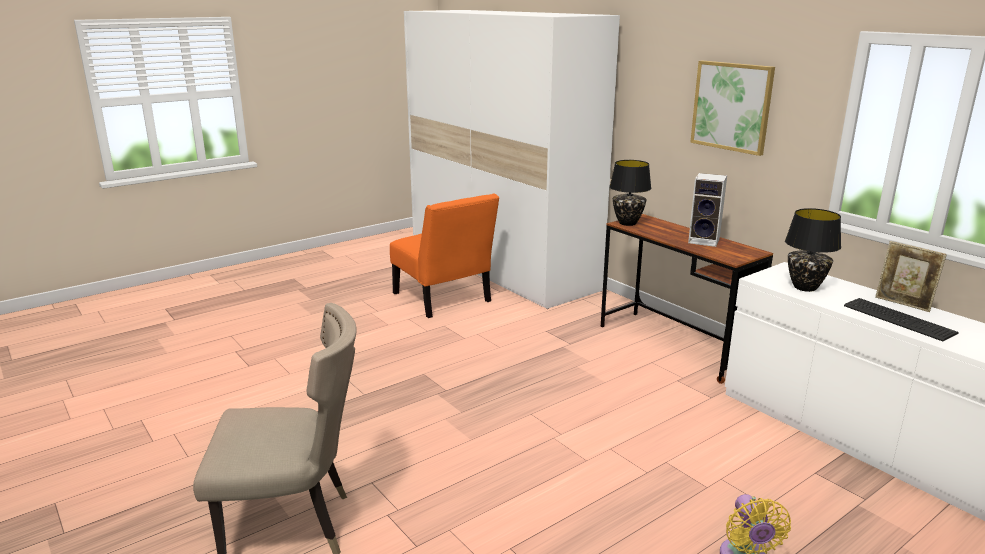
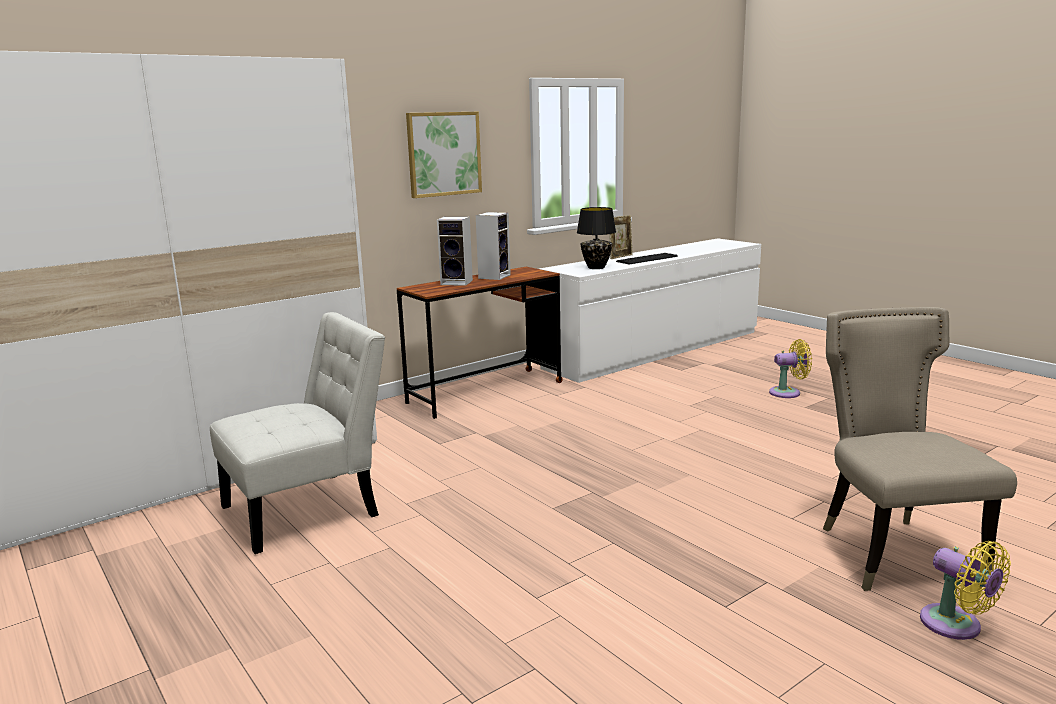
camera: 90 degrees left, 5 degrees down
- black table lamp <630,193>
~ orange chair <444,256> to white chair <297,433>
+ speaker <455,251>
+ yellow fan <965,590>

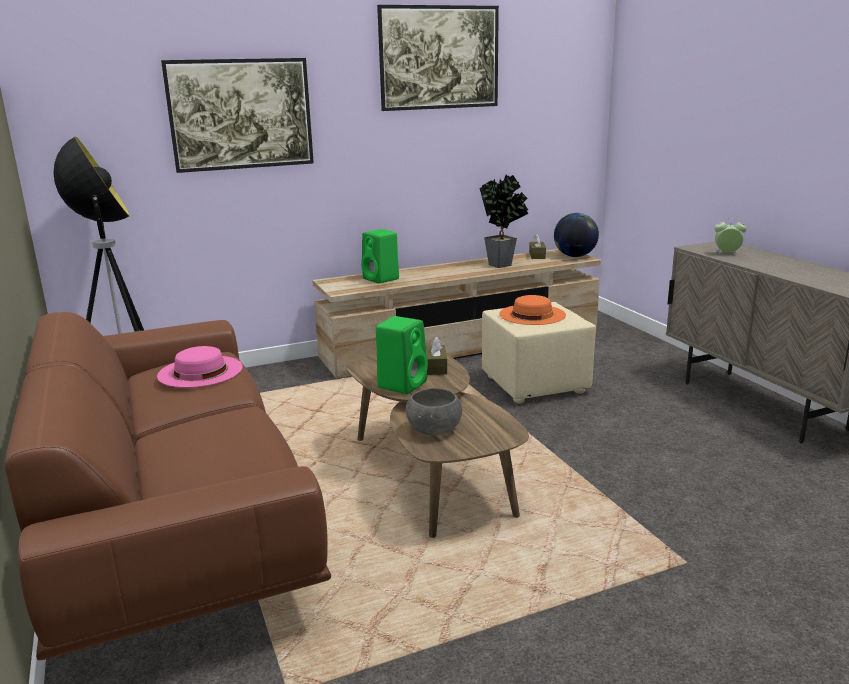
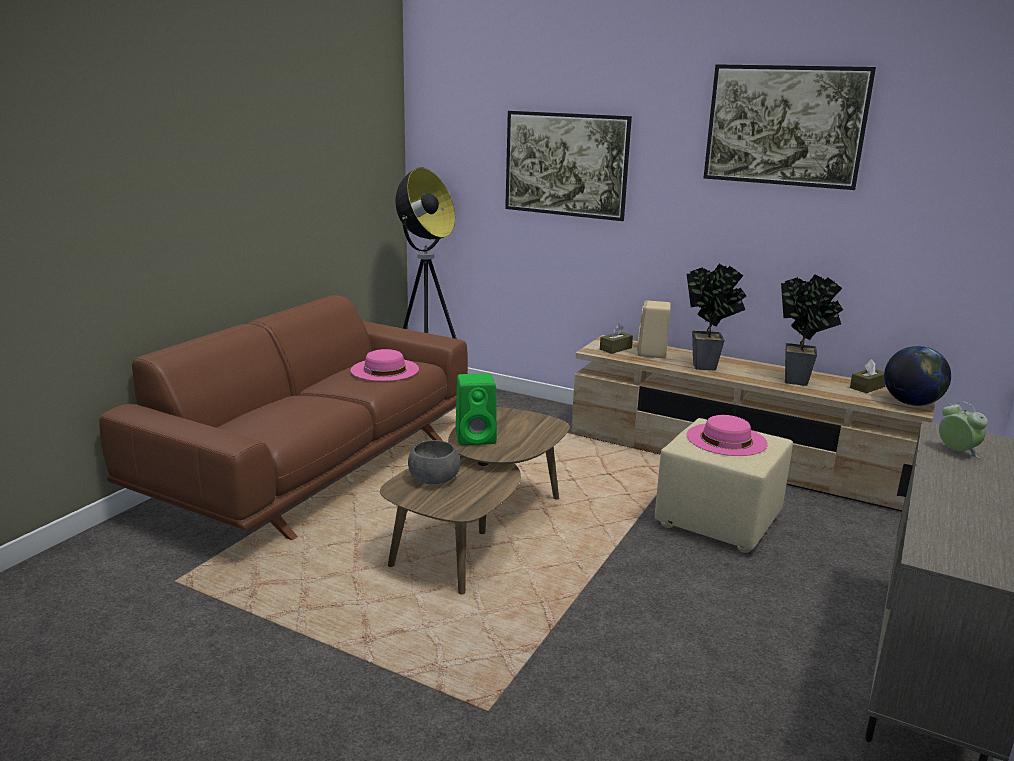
camera: 50 degrees right, 0 degrees up
~ green speaker <380,256> to beige speaker <654,329>
~ orange hat <532,310> to pink hat <727,435>
~ brown tissue box <436,356> to <616,339>
+ potted plant <716,317>

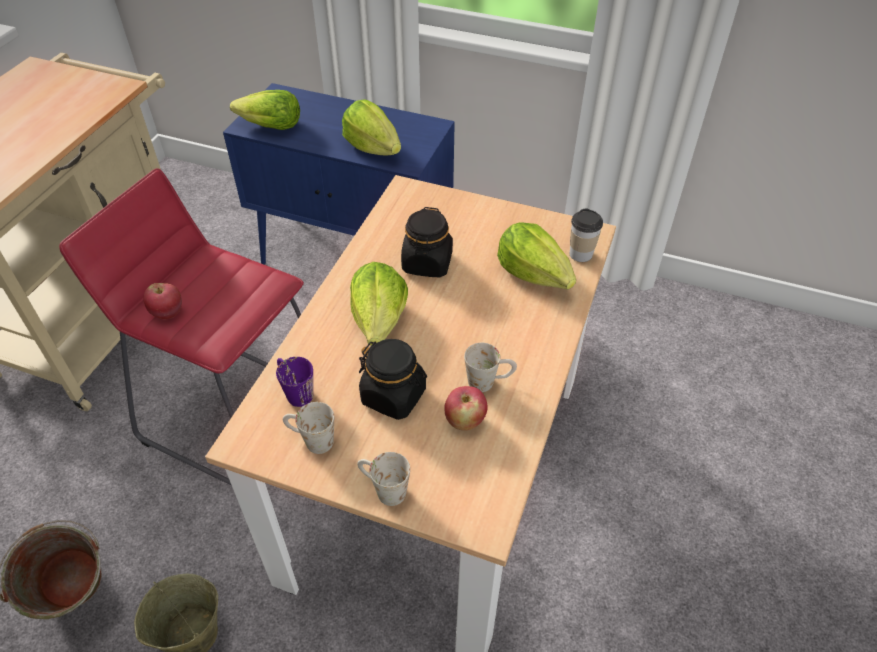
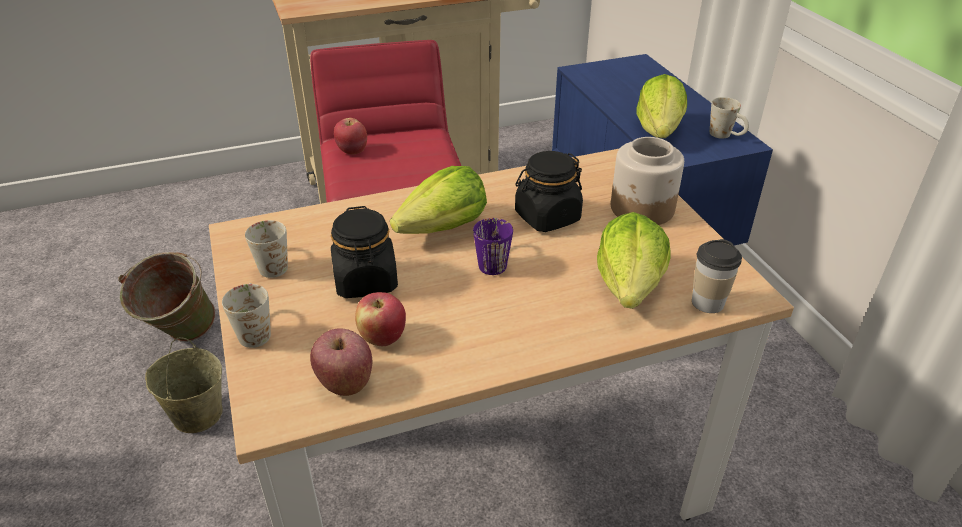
camera: 50 degrees right, 10 degrees down
- lettuce <265,110>
~ white mug <490,367> to <729,118>
~ purple mug <294,382> to <493,246>
+ jar <647,181>
+ apple <341,362>

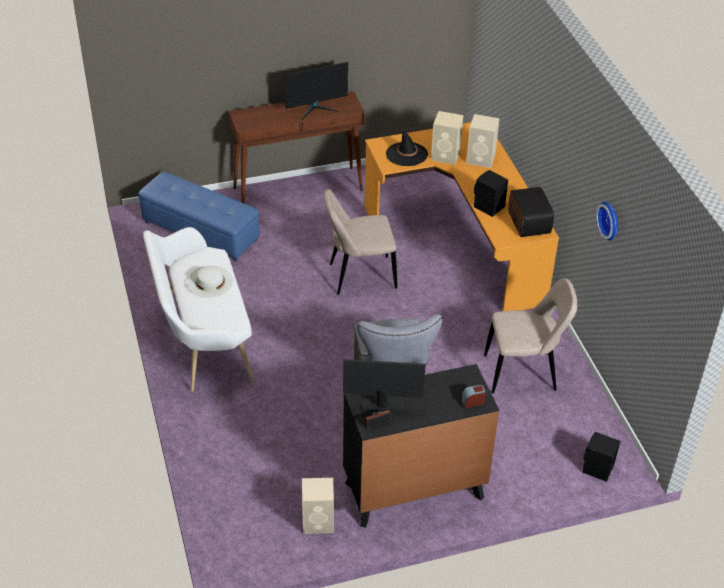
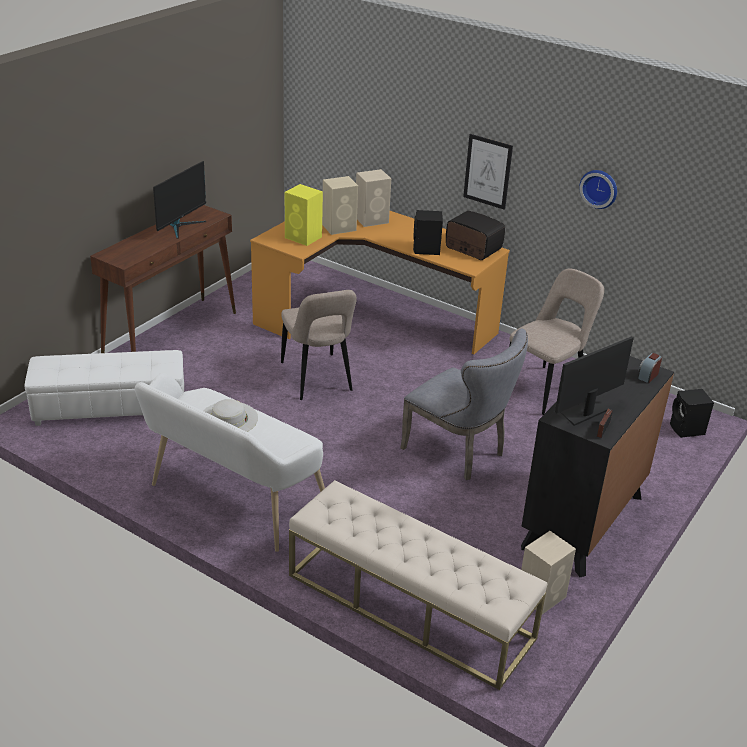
camera: 40 degrees left, 10 degrees down
~ black hat <407,147> to yellow speaker <304,215>
~ blue ottoman <199,216> to white ottoman <104,388>
~ beige chair <360,242> = <319,345> 60 degrees counterclockwise
+ picture <488,172>
+ beige bench <418,585>

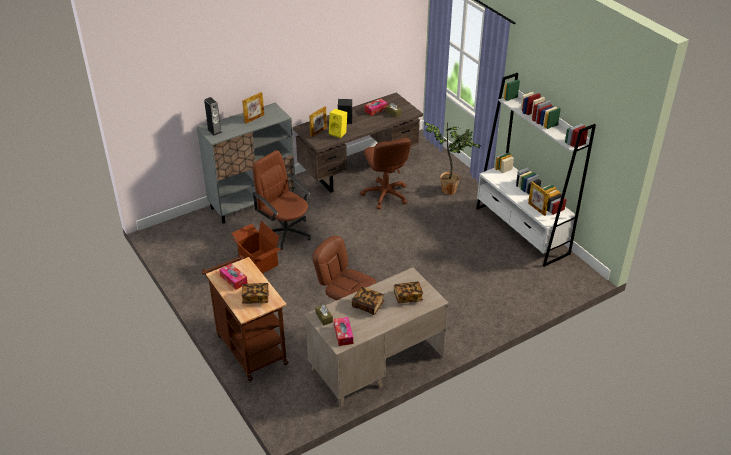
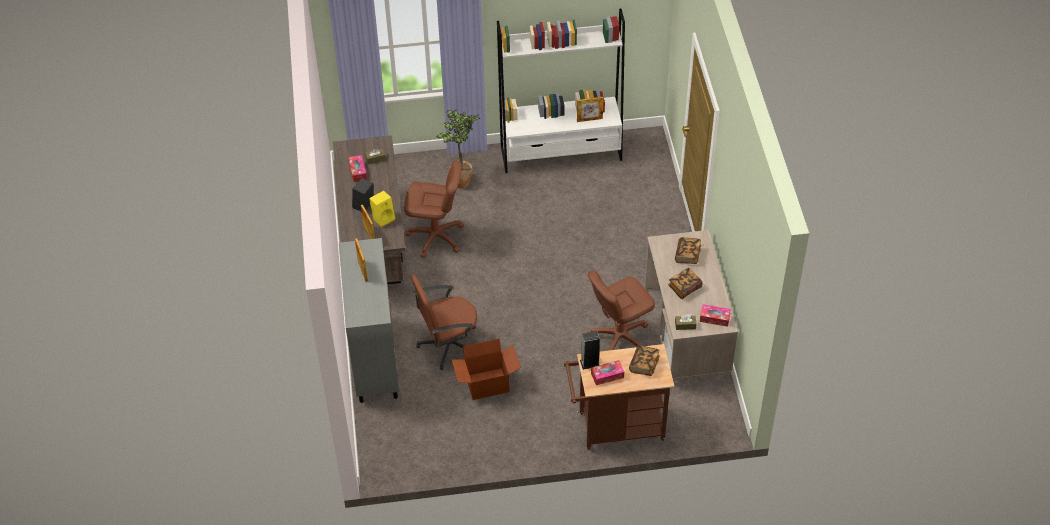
camera: 65 degrees left, 10 degrees up
~ speaker <213,116> to <590,350>

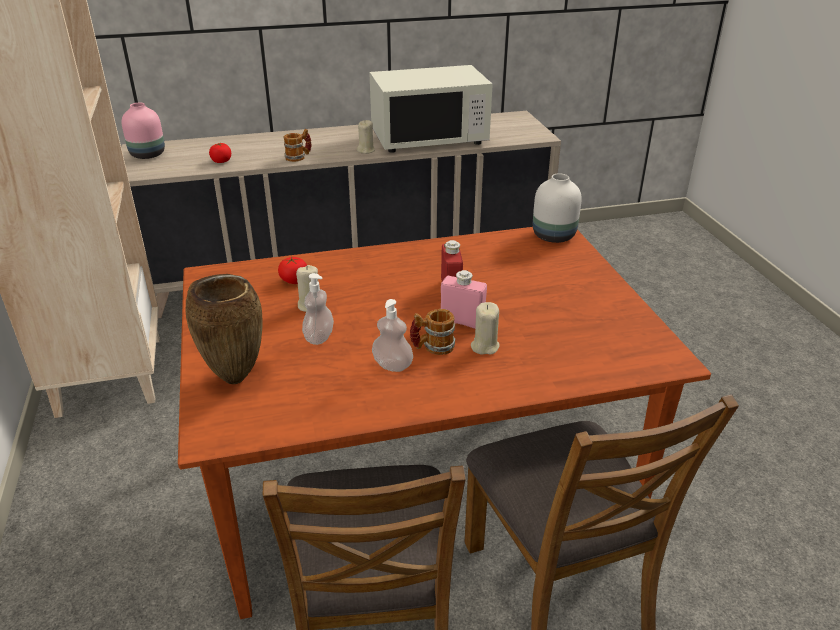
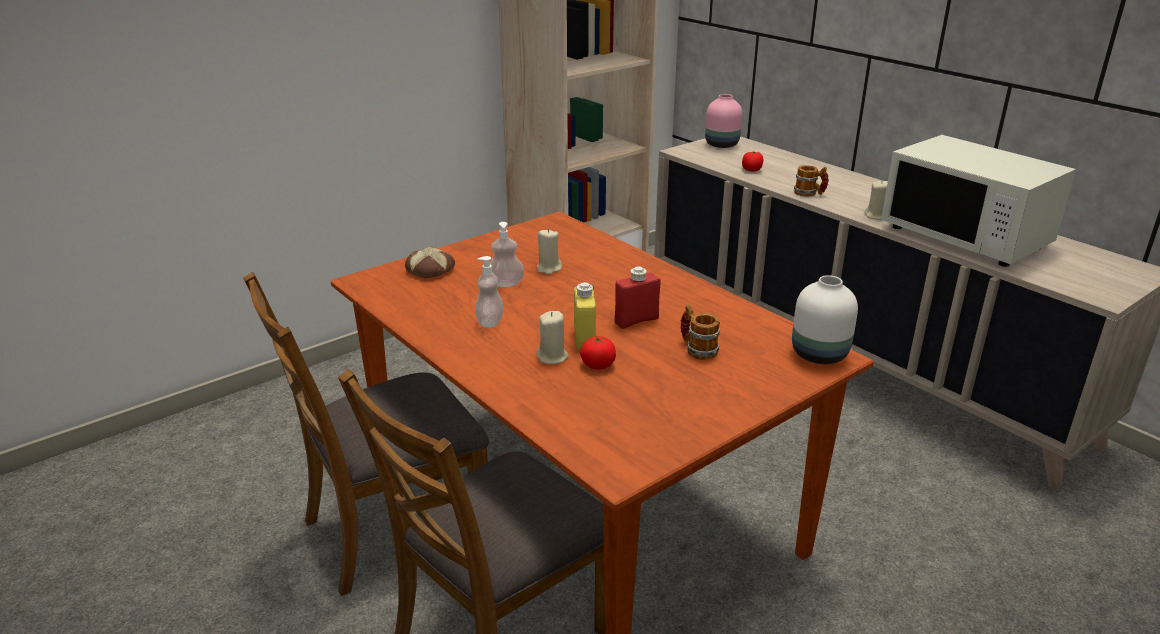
camera: 65 degrees right, 5 degrees down
~ tomato <292,270> to <598,353>
~ pink bottle <464,299> to yellow bottle <585,316>
~ brown vase <223,329> to bread <430,262>
~ mug <433,332> to <700,332>

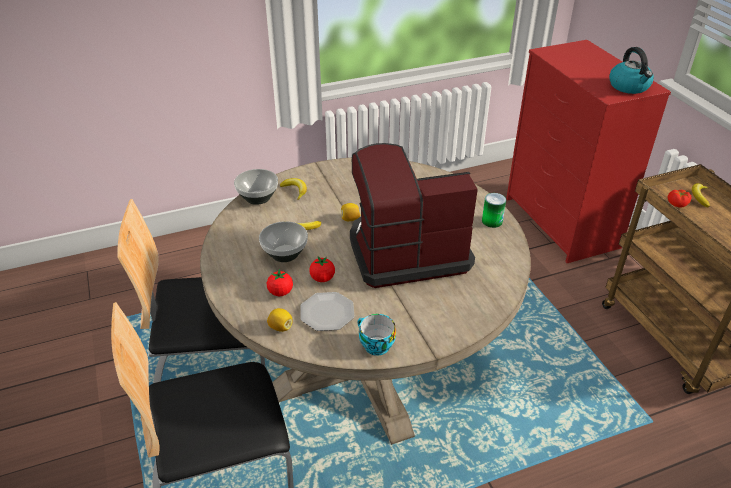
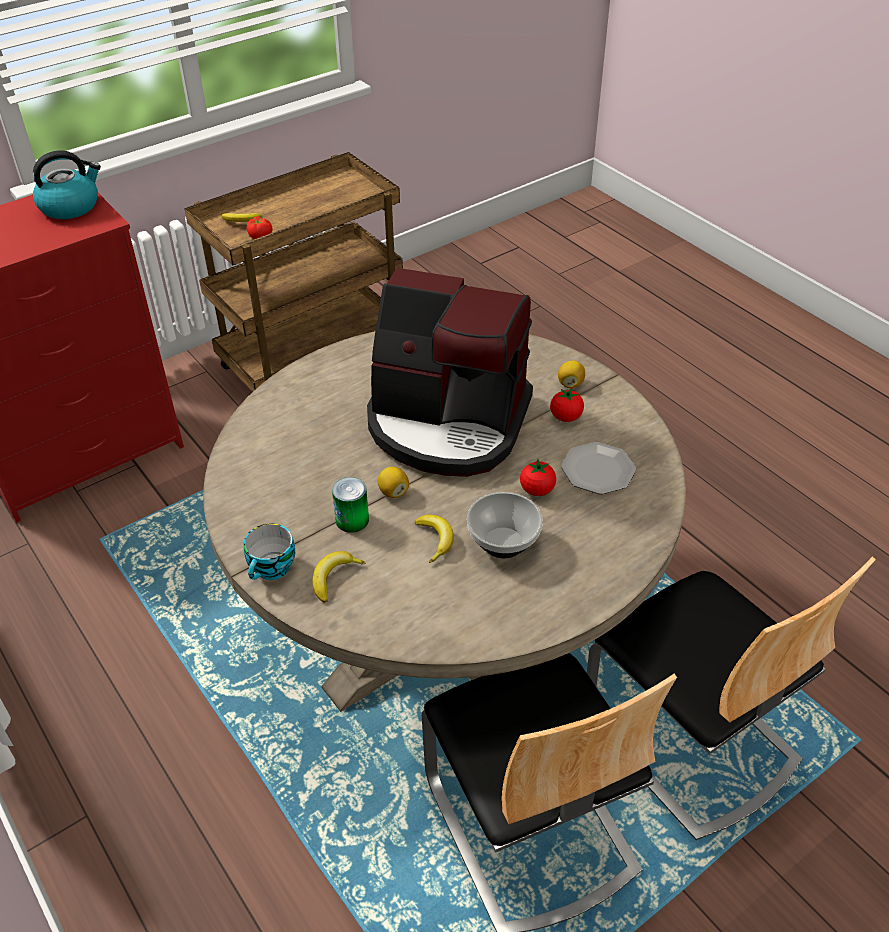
camera: 105 degrees left, 5 degrees up
~ coffee machine <414,215> = <450,372> 45 degrees counterclockwise
- bowl <256,187>
~ can <494,210> to <350,505>
~ tomato <280,282> to <567,405>
~ lemon <280,320> to <571,374>
~ cup <377,335> to <269,551>

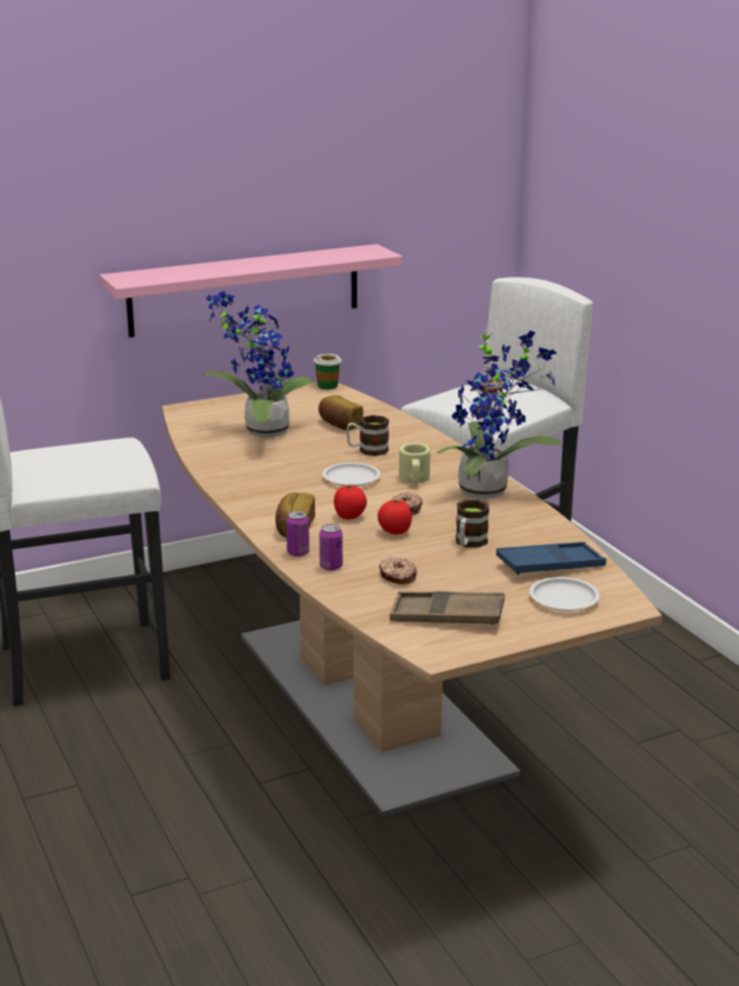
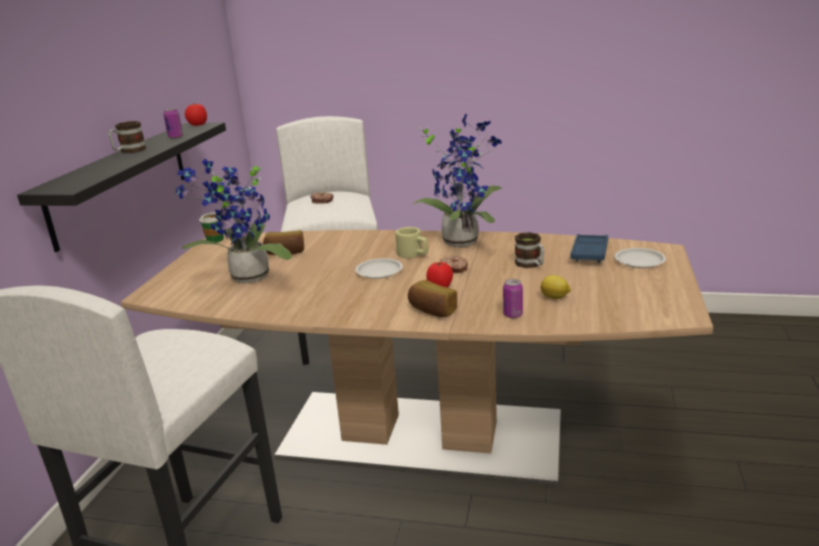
camera: 50 degrees left, 0 degrees up
~ pink shelf <250,291> to black shelf <121,187>
~ mug <367,435> to <127,137>
~ tomato <395,517> to <196,114>
~ can <297,534> to <173,123>
~ donut <398,571> to lemon <556,287>
- brown tray <447,608>

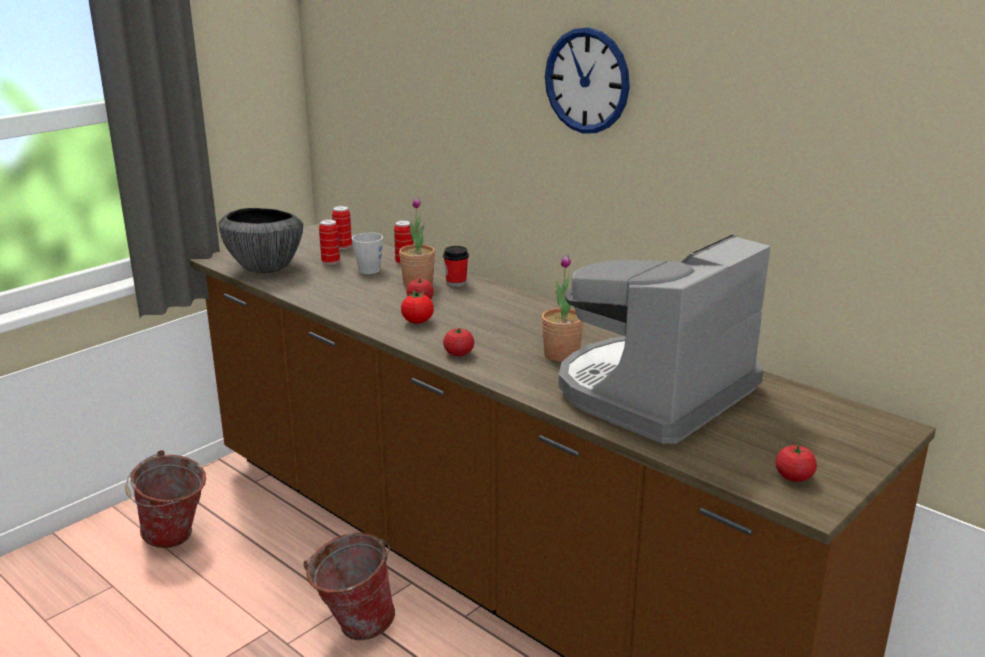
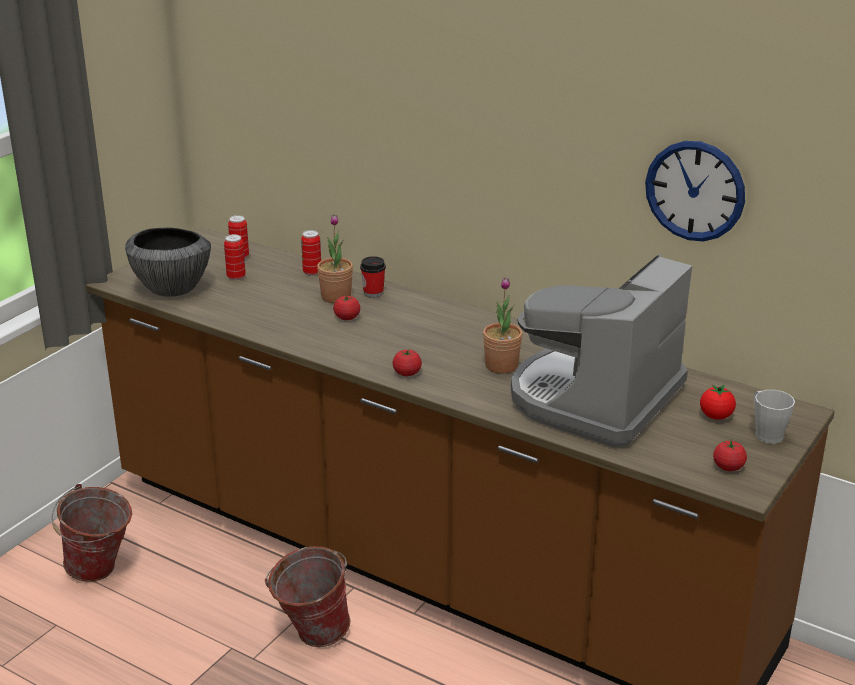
camera: 10 degrees left, 5 degrees up
~ wall clock <587,80> to <695,191>
~ grey mug <367,253> to <774,417>
~ tomato <417,307> to <718,402>

